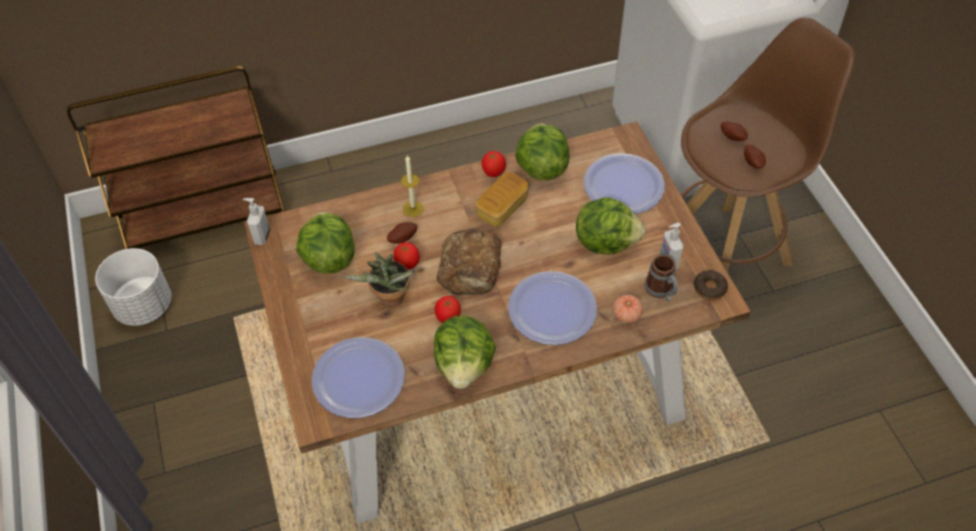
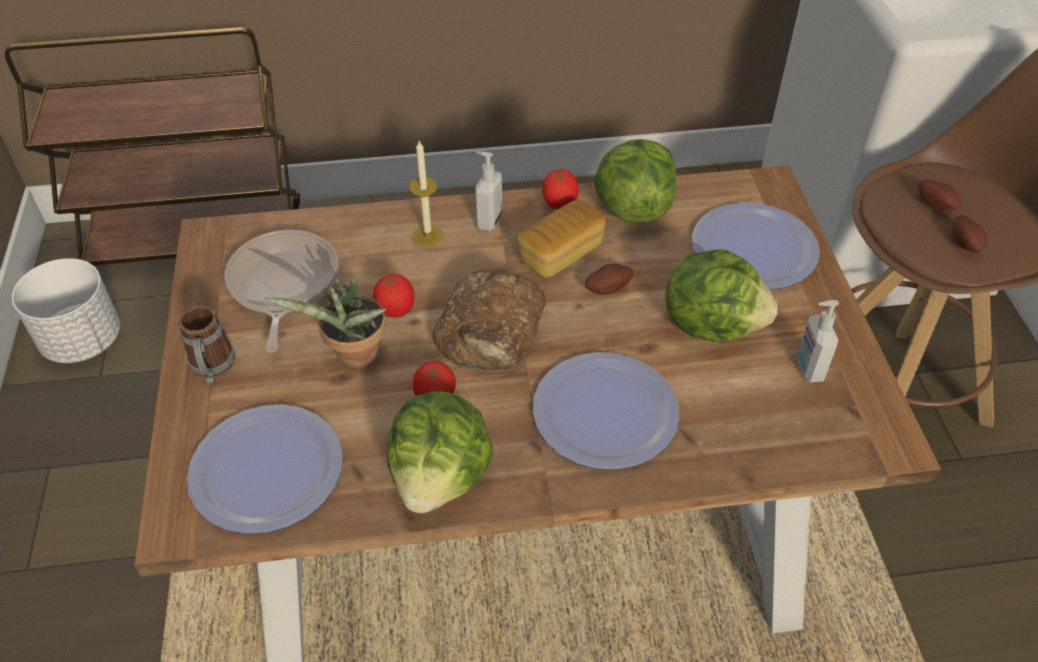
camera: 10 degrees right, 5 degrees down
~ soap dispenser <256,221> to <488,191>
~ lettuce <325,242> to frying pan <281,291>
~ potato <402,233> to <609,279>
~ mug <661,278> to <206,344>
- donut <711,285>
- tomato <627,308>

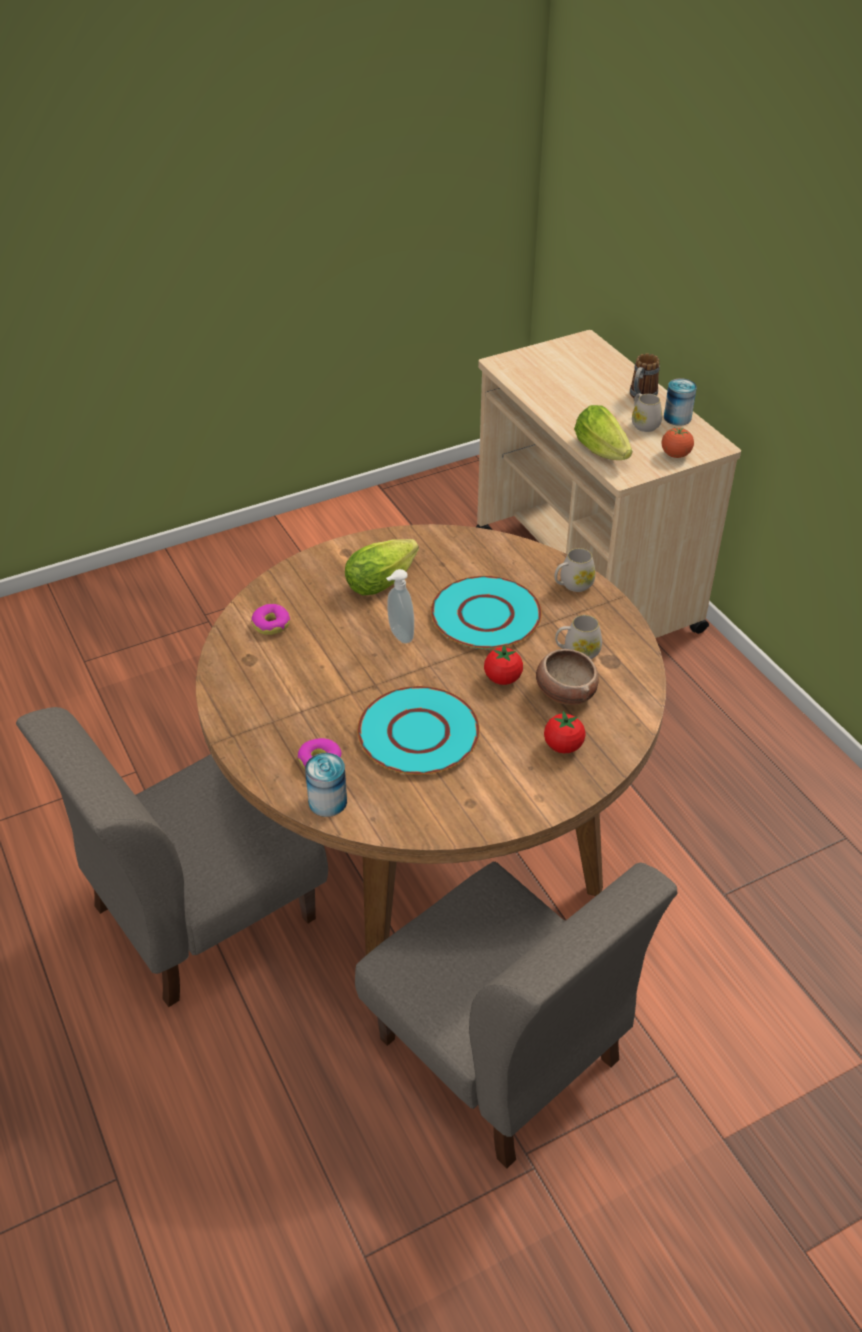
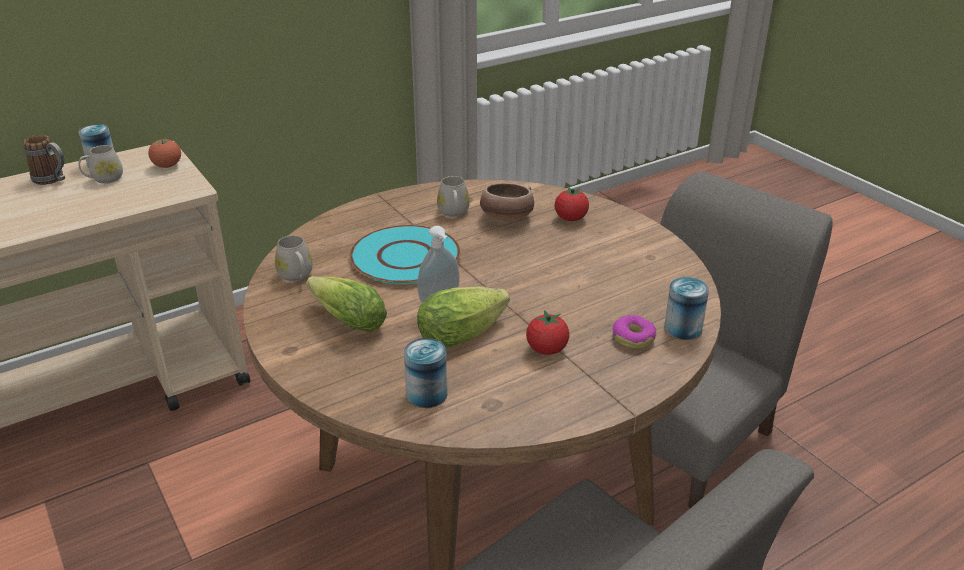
camera: 95 degrees left, 10 degrees down
~ lettuce <603,432> to <463,317>
~ white mug <575,570> to <294,258>
~ donut <270,619> to can <426,373>
~ tomato <503,665> to <547,332>
- turquoise plate <418,730>

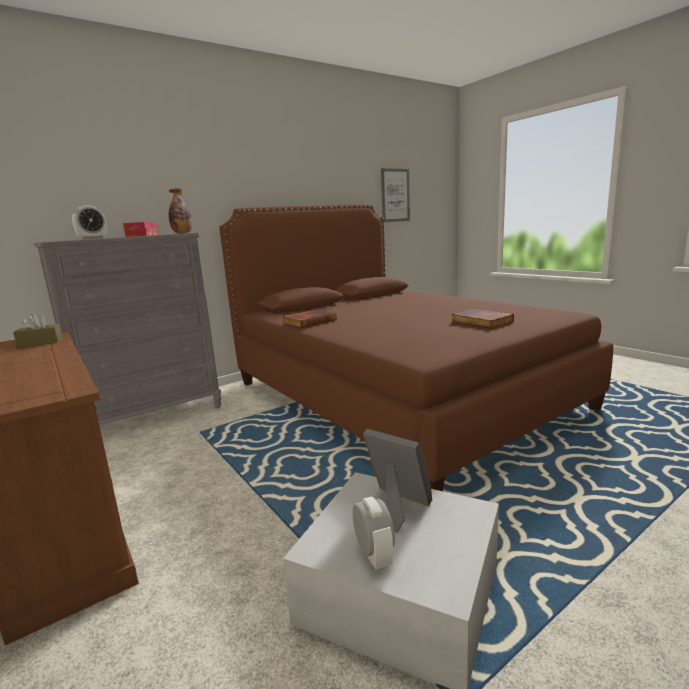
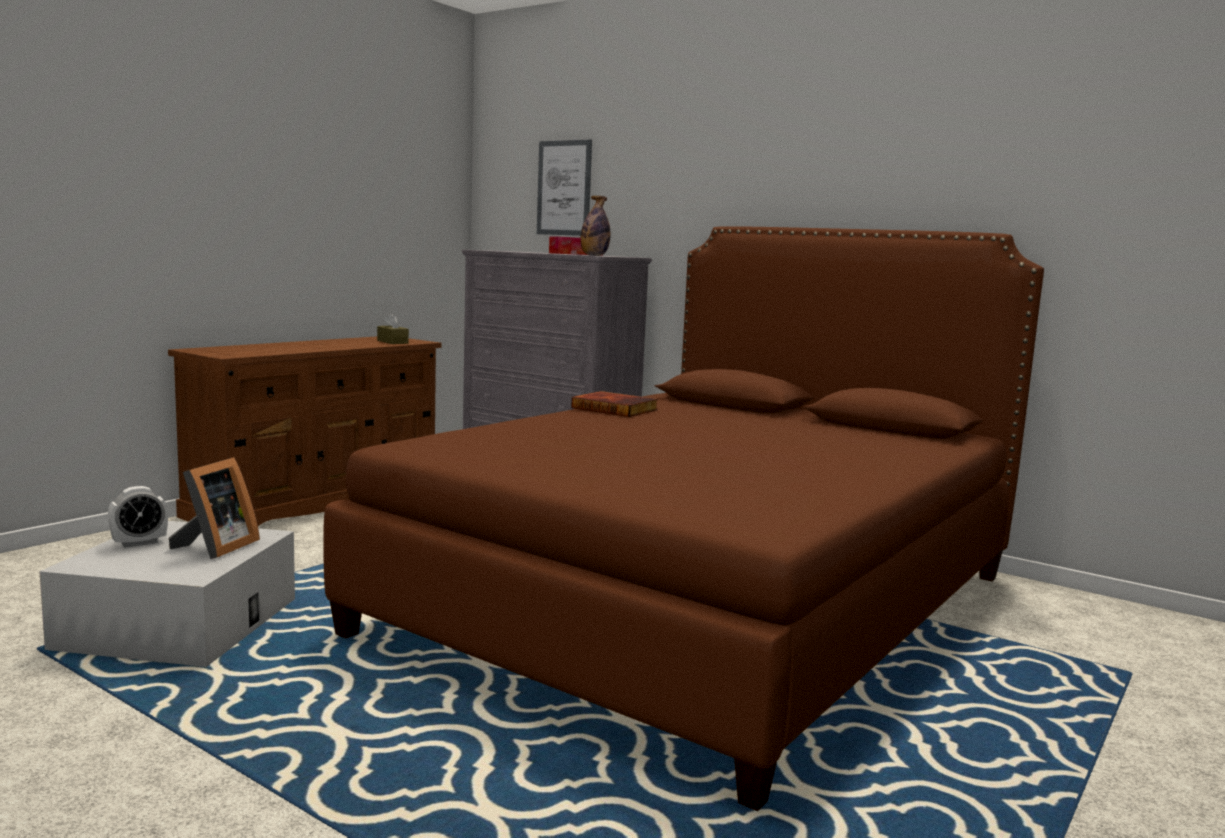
camera: 70 degrees right, 5 degrees down
~ picture <395,195> to <564,187>
- alarm clock <90,222>
- book <482,319>

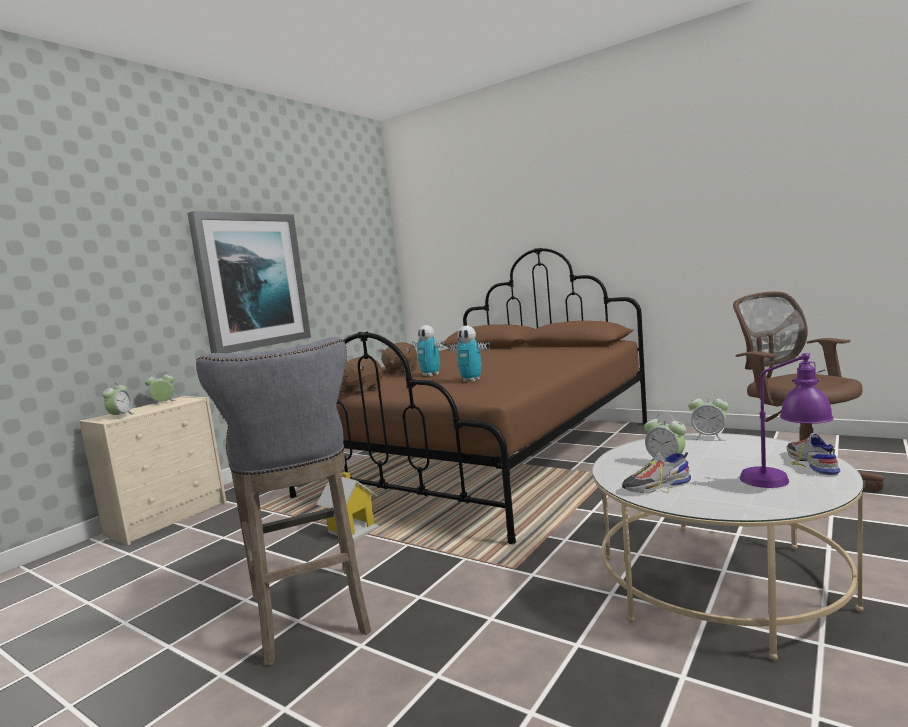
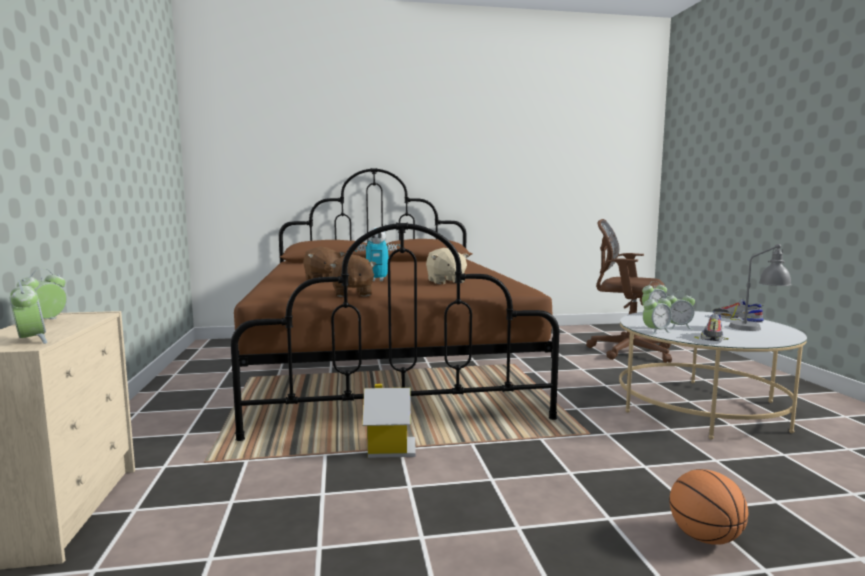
camera: 45 degrees left, 0 degrees up
- picture <249,282>
~ toy robot <468,354> to beige plush toy <447,266>
- grey stool <283,501>
~ purple table lamp <787,420> to grey table lamp <760,287>
+ alarm clock <657,314>
+ basketball <708,507>

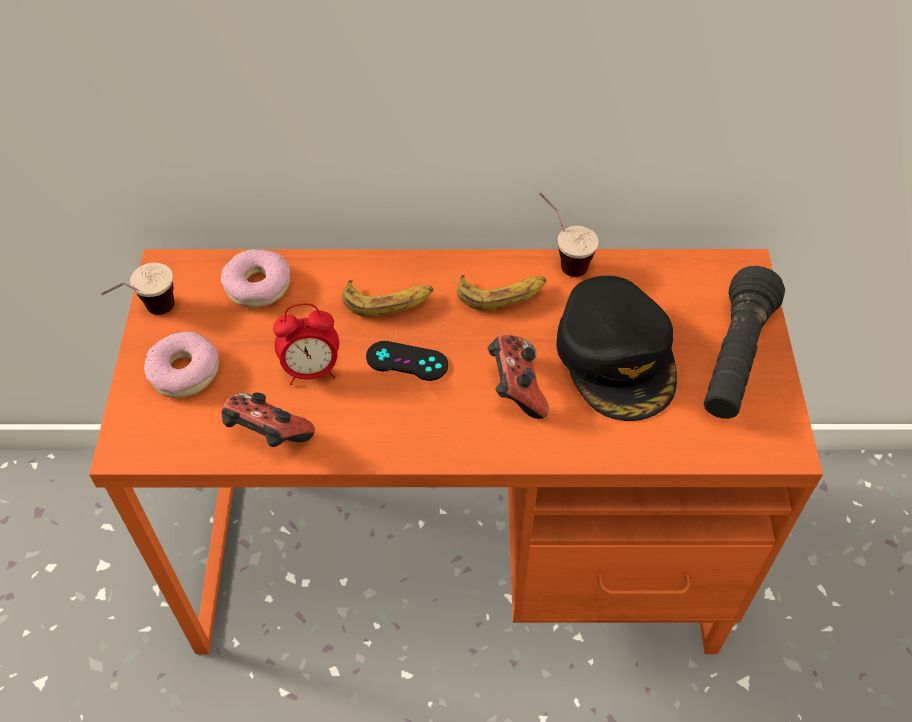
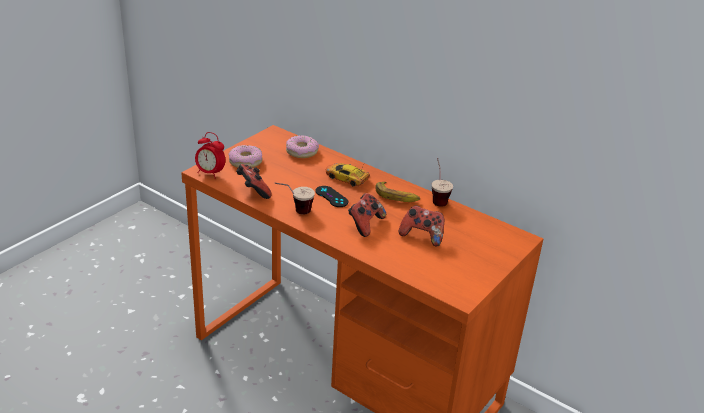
camera: 35 degrees right, 20 degrees down
~ cup <137,289> to <294,199>
- black flashlight <744,342>
~ black cap <616,348> to game controller <421,226>
~ banana <388,298> to toy car <348,175>
~ alarm clock <306,344> to <210,155>

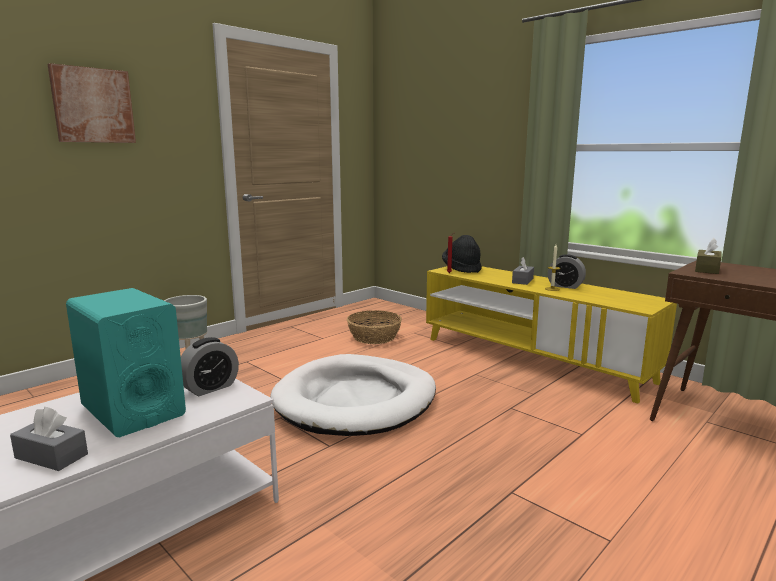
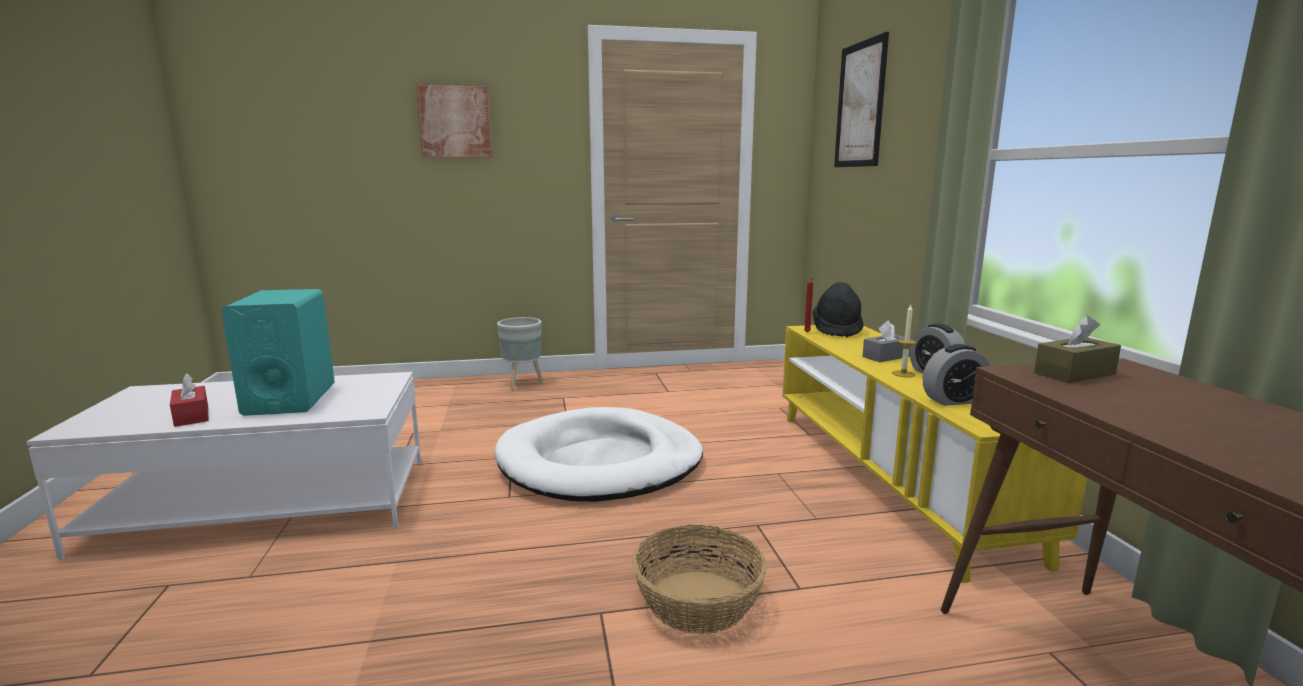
camera: 35 degrees right, 0 degrees up
~ basket <374,327> to <699,579>
~ alarm clock <210,366> to <956,375>
~ grey tissue box <49,439> to red tissue box <189,400>
+ picture <861,99>

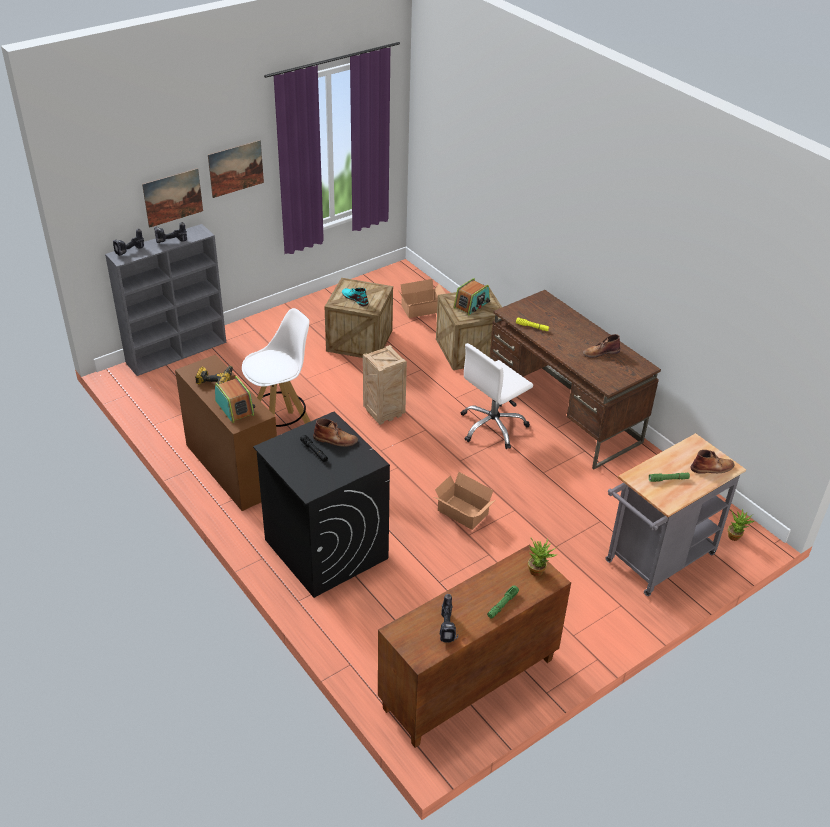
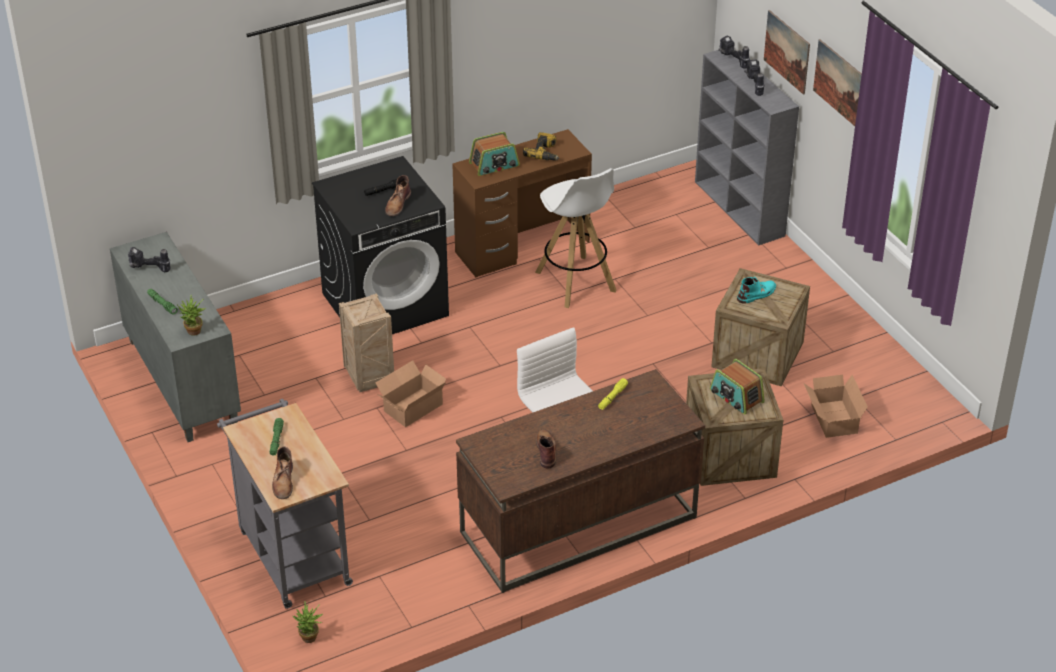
camera: 100 degrees right, 0 degrees up
~ crate <385,385> to <366,342>
~ brown cabinet <474,646> to grey cabinet <175,337>

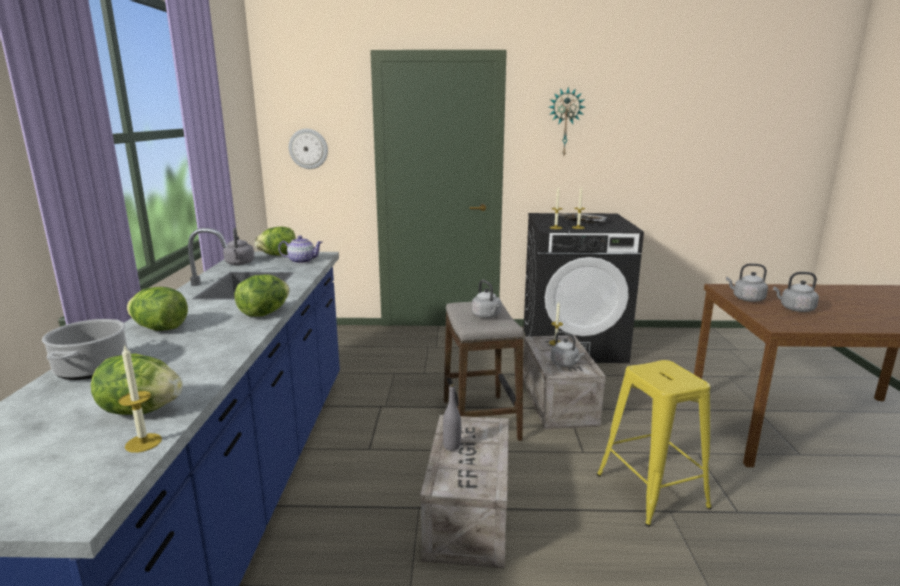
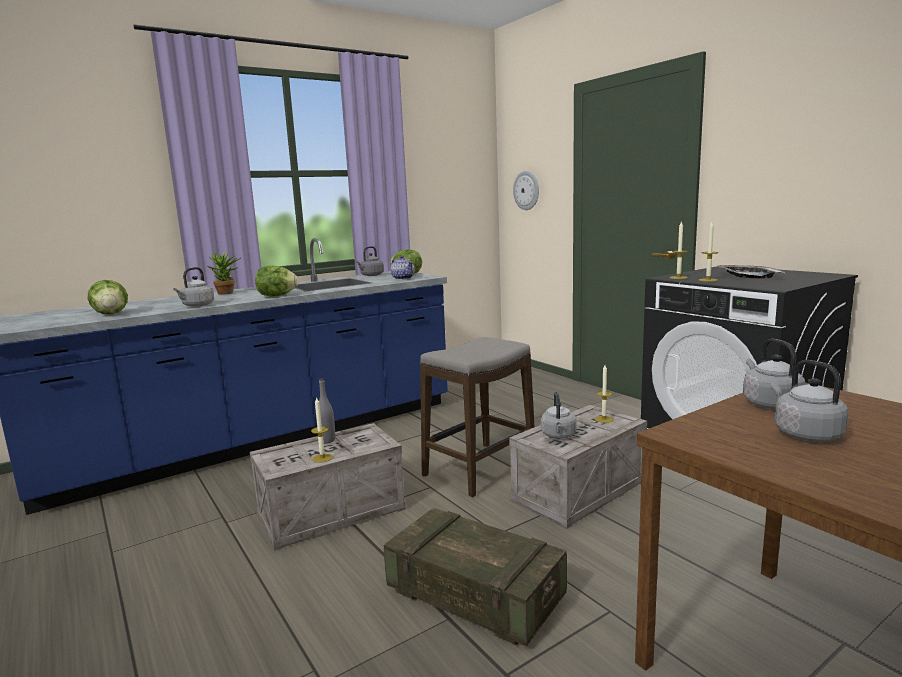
camera: 55 degrees right, 5 degrees down
- wall clock <567,121>
~ grey kettle <486,299> to <193,287>
~ lettuce <157,309> to potted plant <224,273>
- cooking pot <85,349>
~ candle <140,398> to <322,430>
~ yellow stool <654,443> to crate <475,577>

